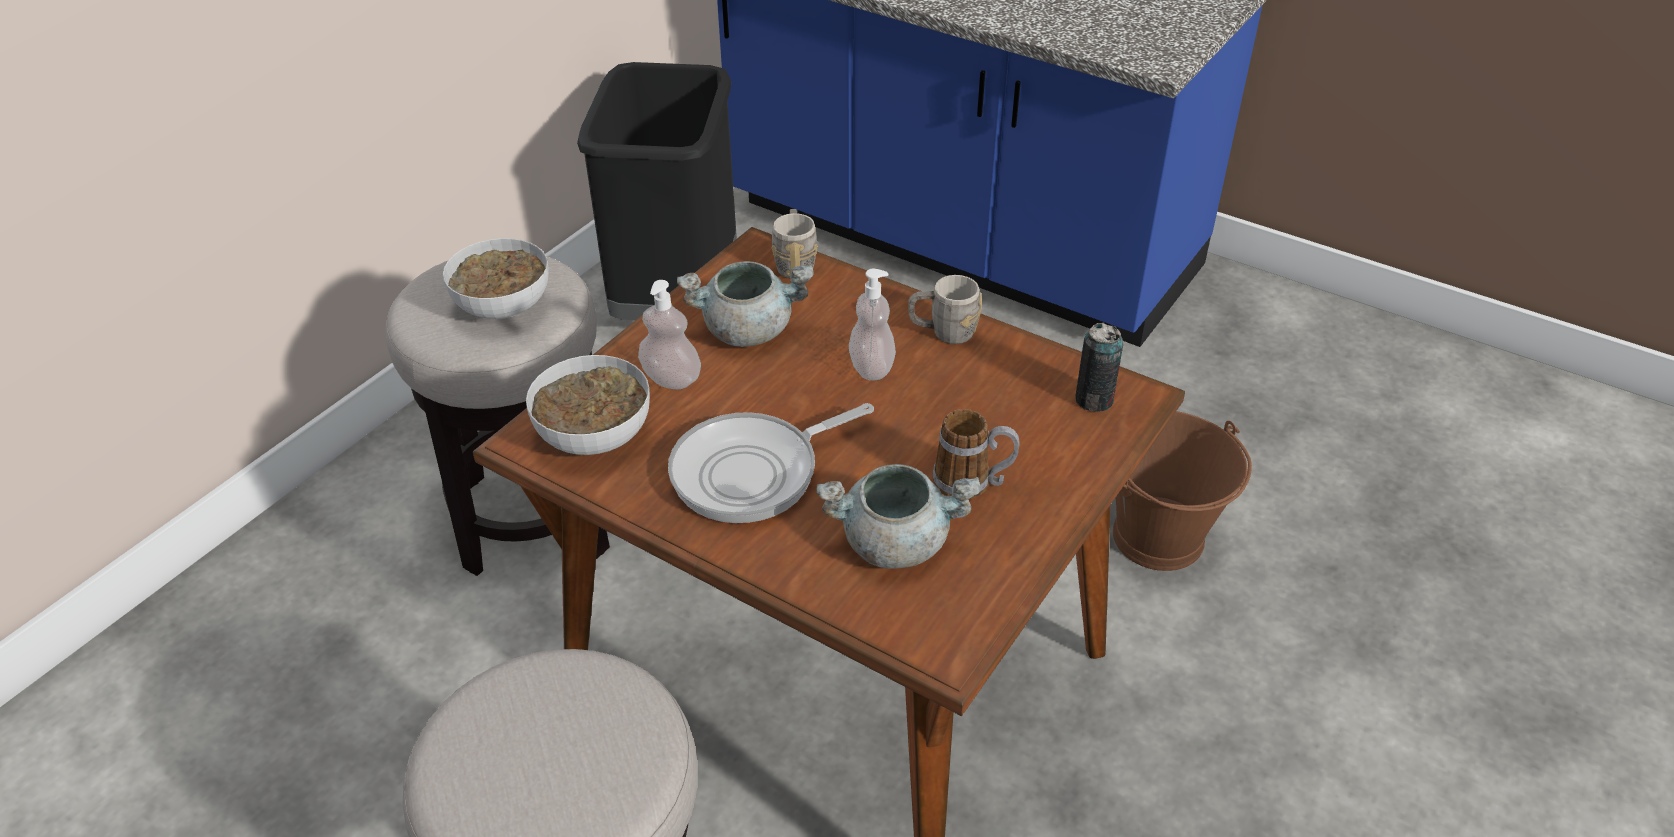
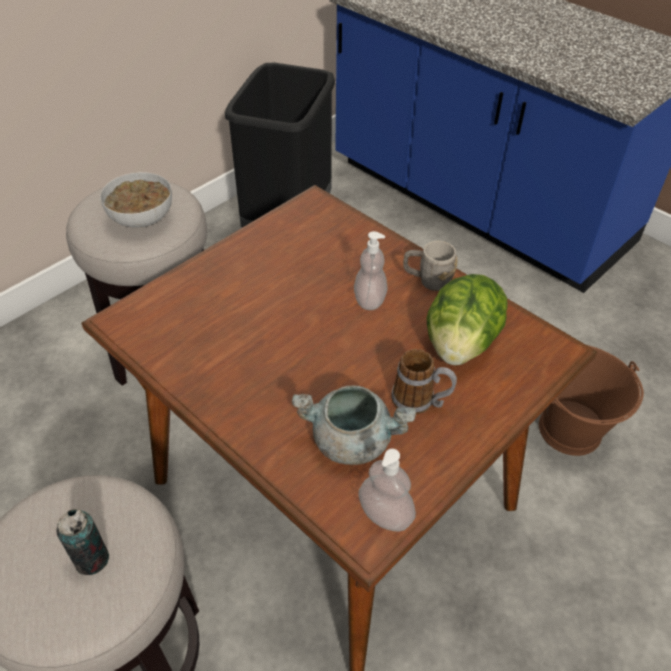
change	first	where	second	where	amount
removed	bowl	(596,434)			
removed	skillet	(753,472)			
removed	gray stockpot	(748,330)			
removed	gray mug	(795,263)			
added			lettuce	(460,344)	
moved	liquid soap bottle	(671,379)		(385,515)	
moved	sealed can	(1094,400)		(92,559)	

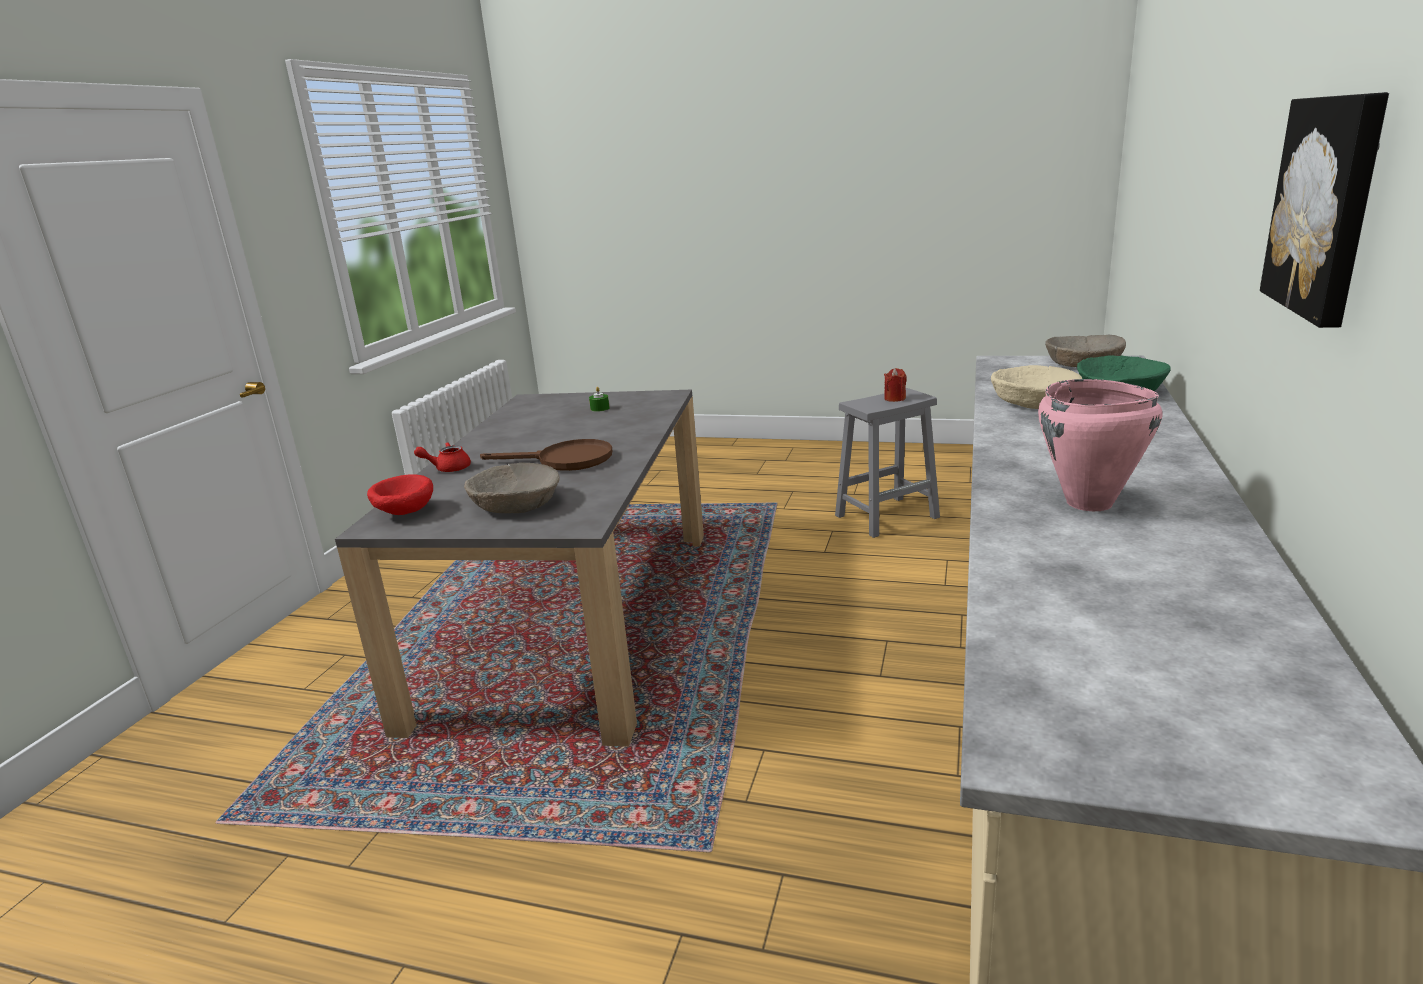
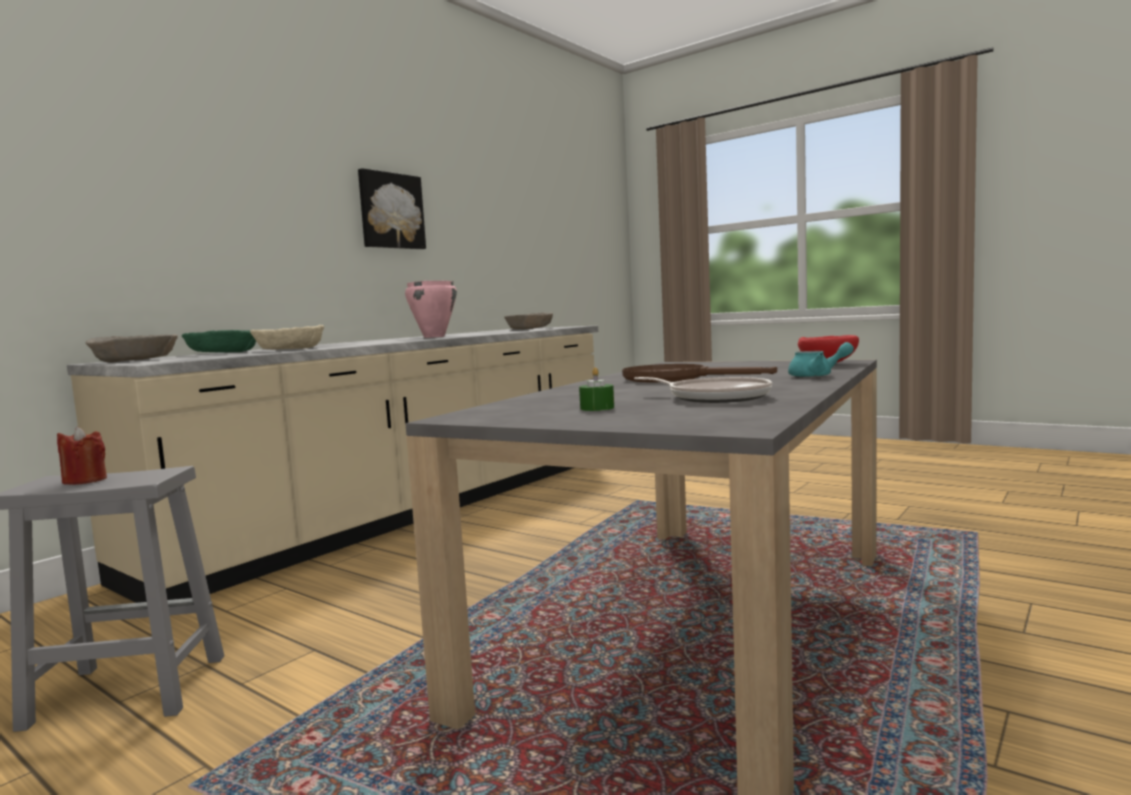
change	first	where	second	where	amount
added			skillet	(714,397)	
moved	beige-coloured bowl	(515,504)		(529,329)	
recoloured	reddish tea pot	(448,468)	turquoise tea pot	(817,376)	

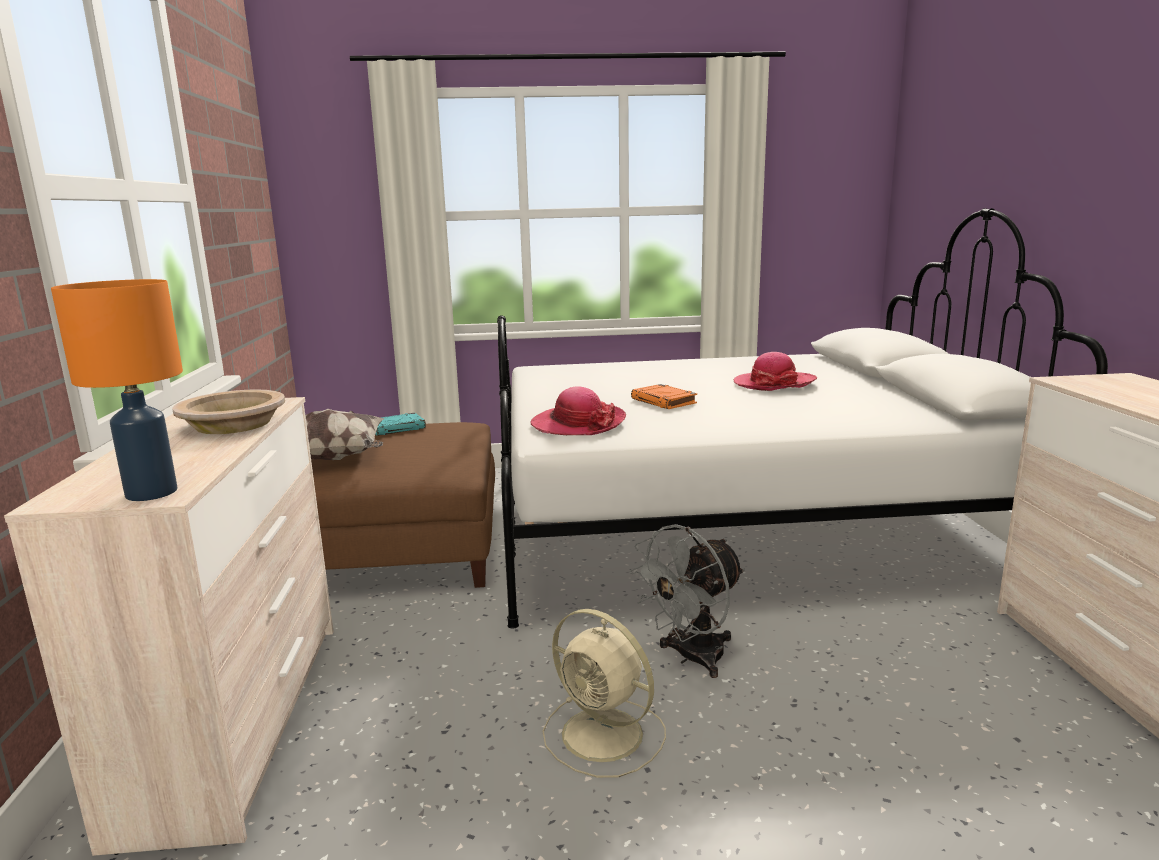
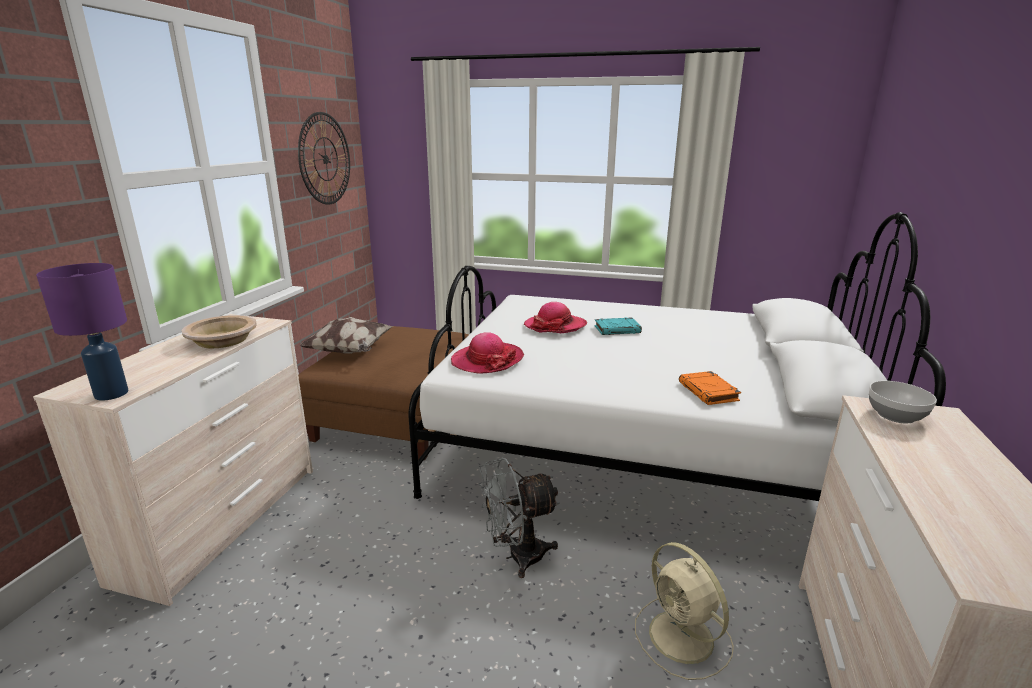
change	first	where	second	where	amount
added			wall clock	(325,159)	
added			bowl	(895,415)	
moved	turquoise book	(397,428)		(617,329)	
moved	beige-coloured fan	(605,736)		(683,638)	
moved	orange-coloured book	(664,401)		(709,392)	
moved	hat	(774,384)		(555,326)	
recoloured	orange-coloured table lamp	(150,493)	purplish table lamp	(110,394)	

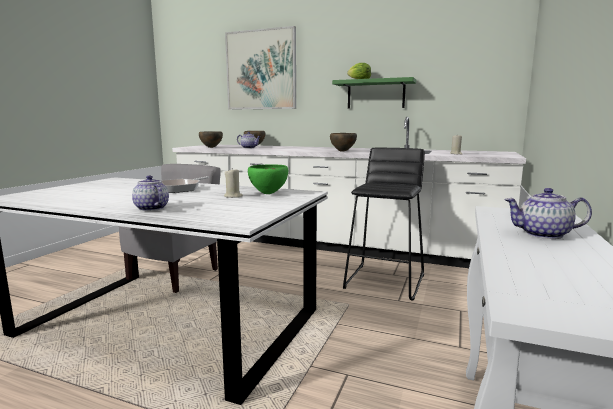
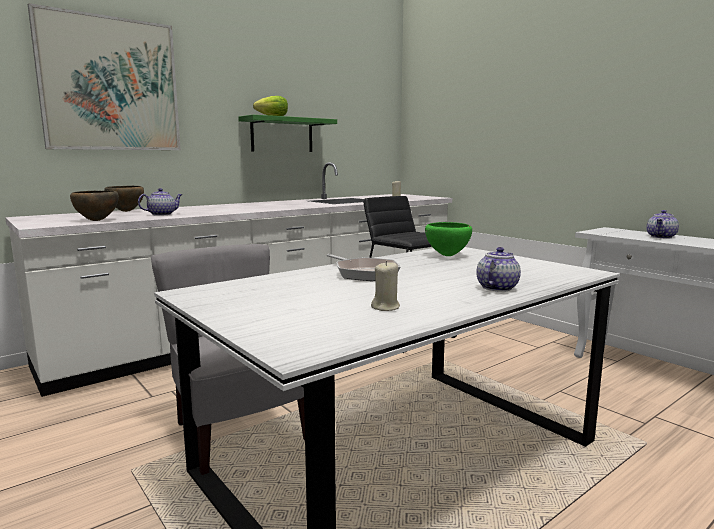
change	first	where	second	where	amount
removed	brown-coloured bowl	(342,151)			
moved	beige-coloured wax light	(233,196)		(386,307)	
turned	tea pot	(151,208)		(497,287)	135 degrees clockwise

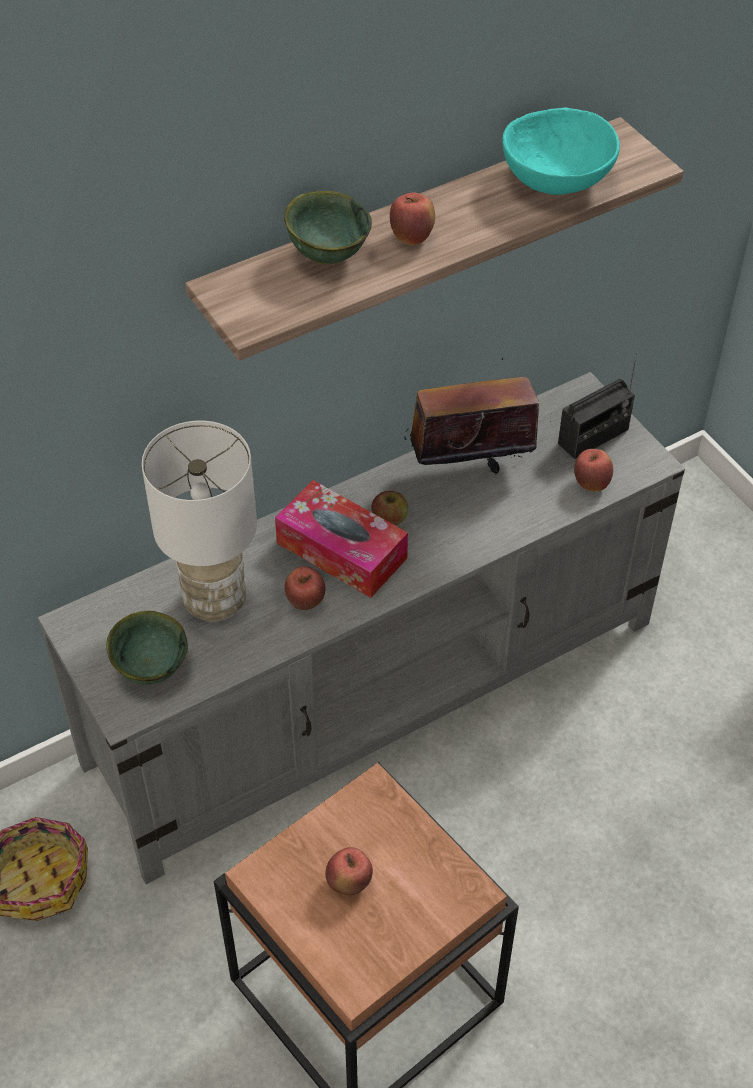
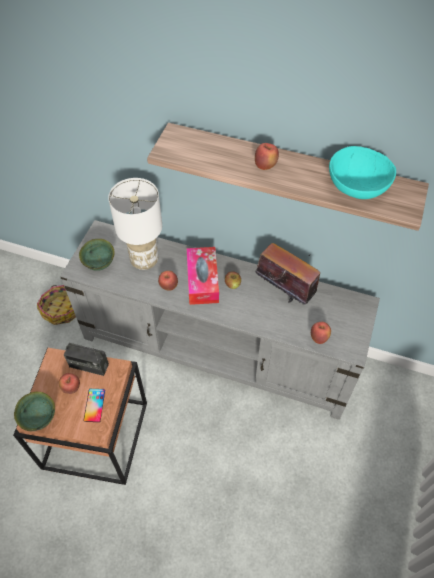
change	first	where	second	where	amount
added			phone	(94,405)	
moved	green-coloured bowl	(327,254)		(40,418)	
moved	radio receiver	(593,437)		(89,365)	

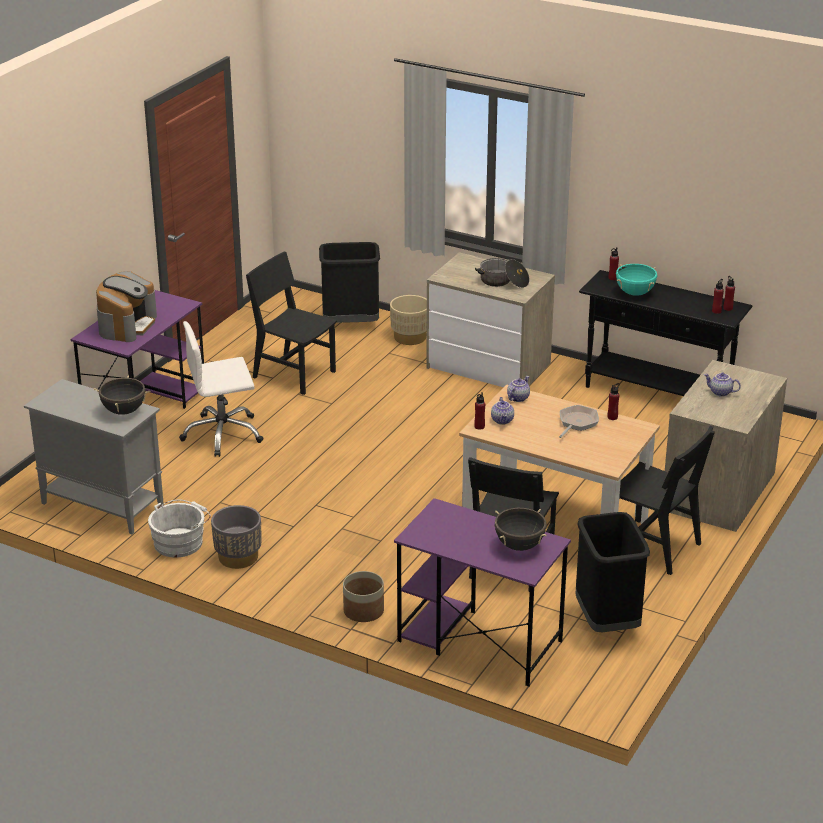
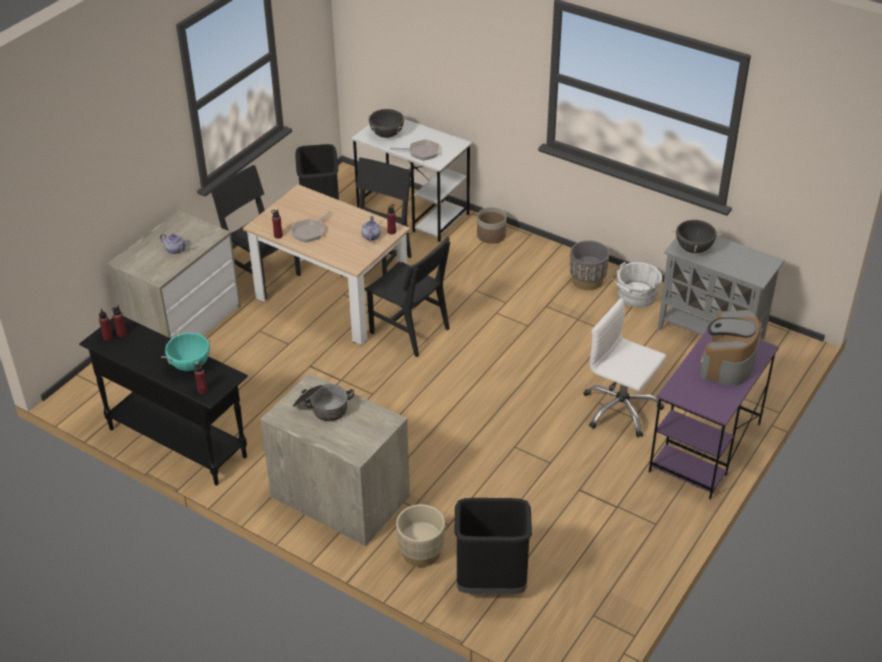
change	first	where	second	where	amount
removed	tea pot	(517,398)			
added			skillet	(421,152)	
moved	blackish plain chair	(294,374)		(409,331)	
recoloured	purplish desk	(478,641)	white desk	(414,212)	
turned	white office chair	(222,434)		(620,409)	135 degrees counterclockwise

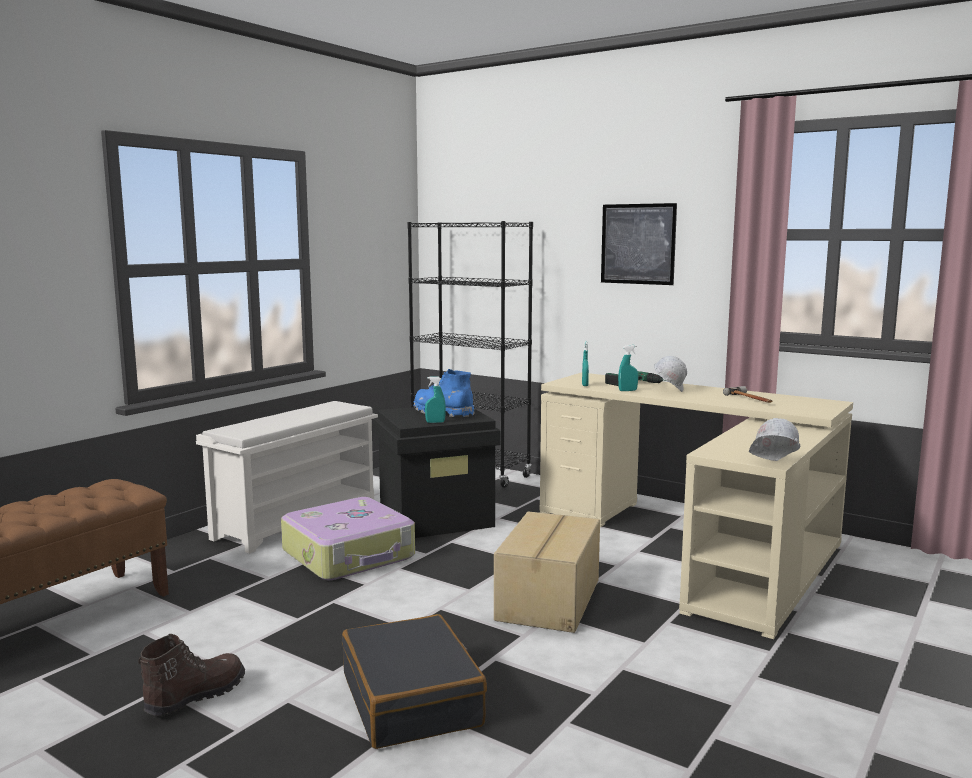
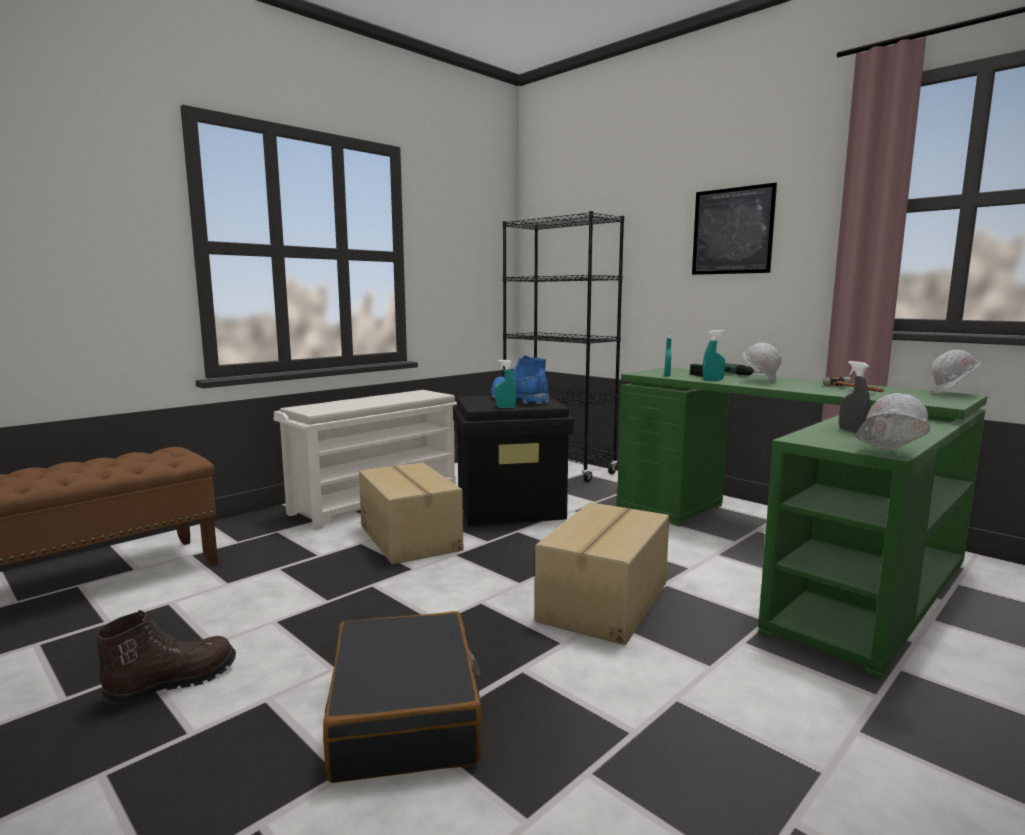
change	first	where	second	where	amount
added			gray hand sprayer	(852,431)	
added			white safety helmet	(953,394)	
replaced	piece of luggage	(350,554)	cardboard box	(411,537)	
recoloured	beige-coloured desk	(700,545)	green-coloured desk	(790,553)	

